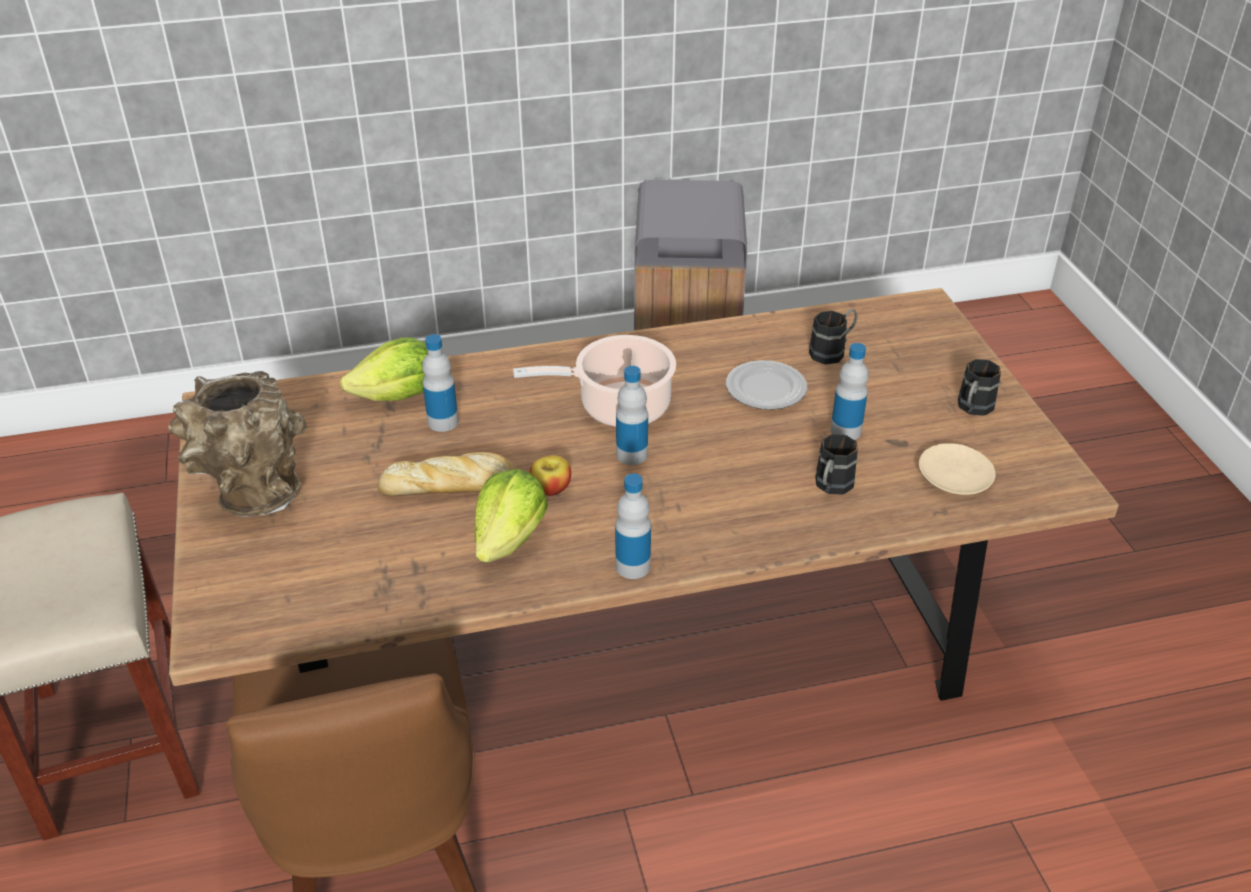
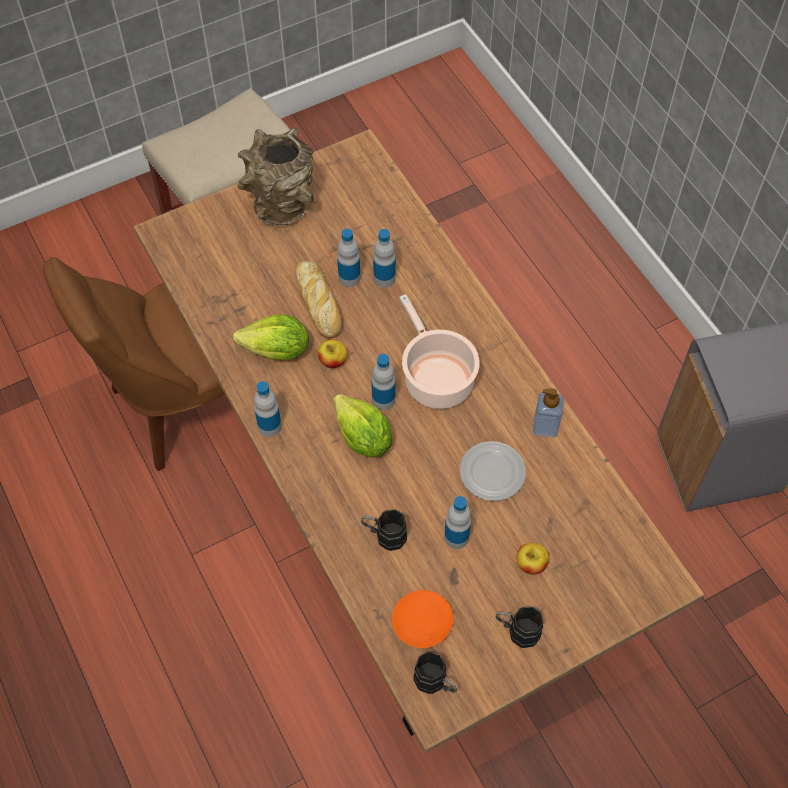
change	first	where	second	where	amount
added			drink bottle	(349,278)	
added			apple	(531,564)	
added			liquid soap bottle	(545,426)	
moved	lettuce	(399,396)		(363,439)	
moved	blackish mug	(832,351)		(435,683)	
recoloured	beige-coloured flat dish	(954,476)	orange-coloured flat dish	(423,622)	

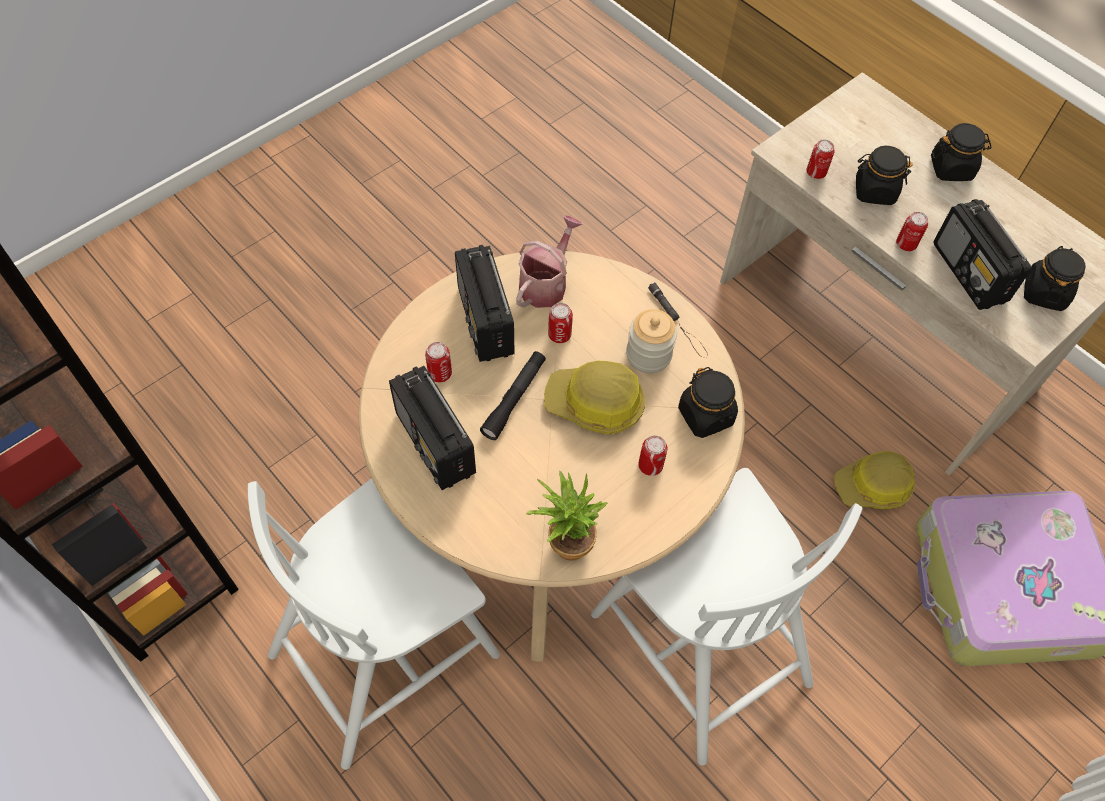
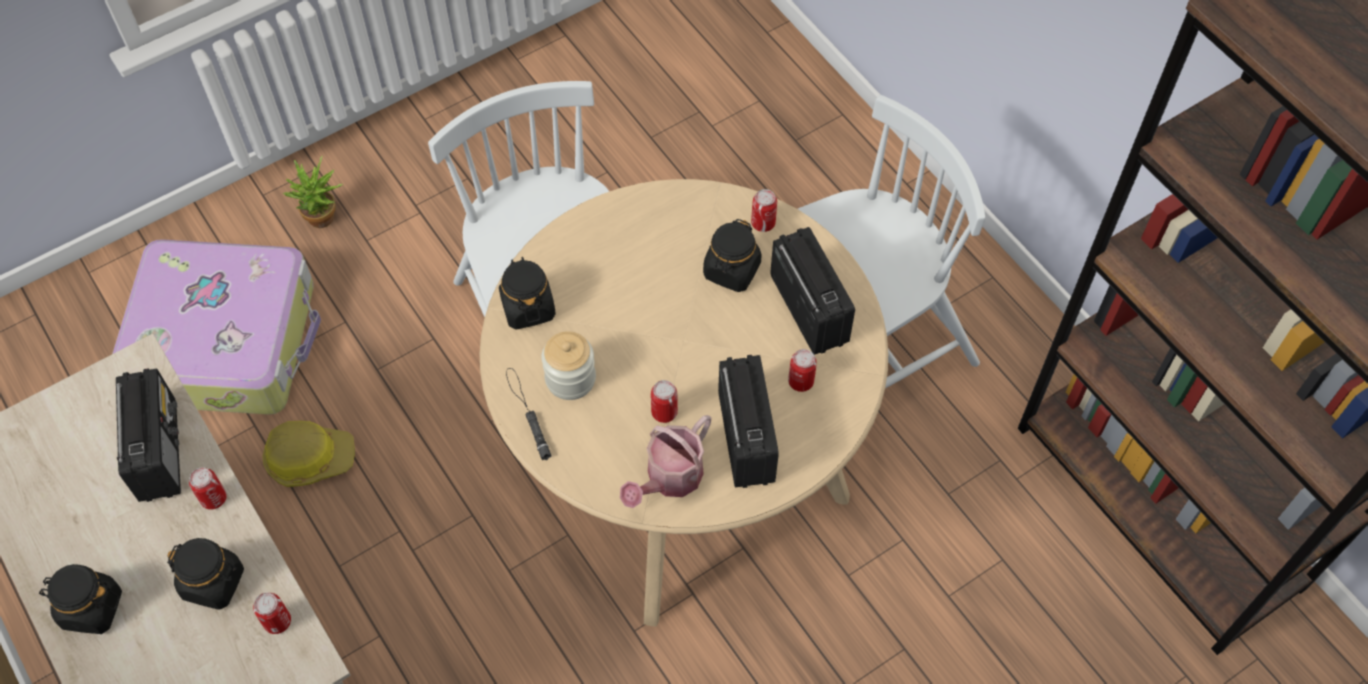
change	first	where	second	where	amount
removed	blackish flashlight	(514,399)			
removed	safety helmet	(595,404)			
moved	plant in a pot	(565,540)		(324,221)	
moved	sealed can	(650,465)		(763,223)	
moved	blackish storage jar	(1044,293)		(731,270)	

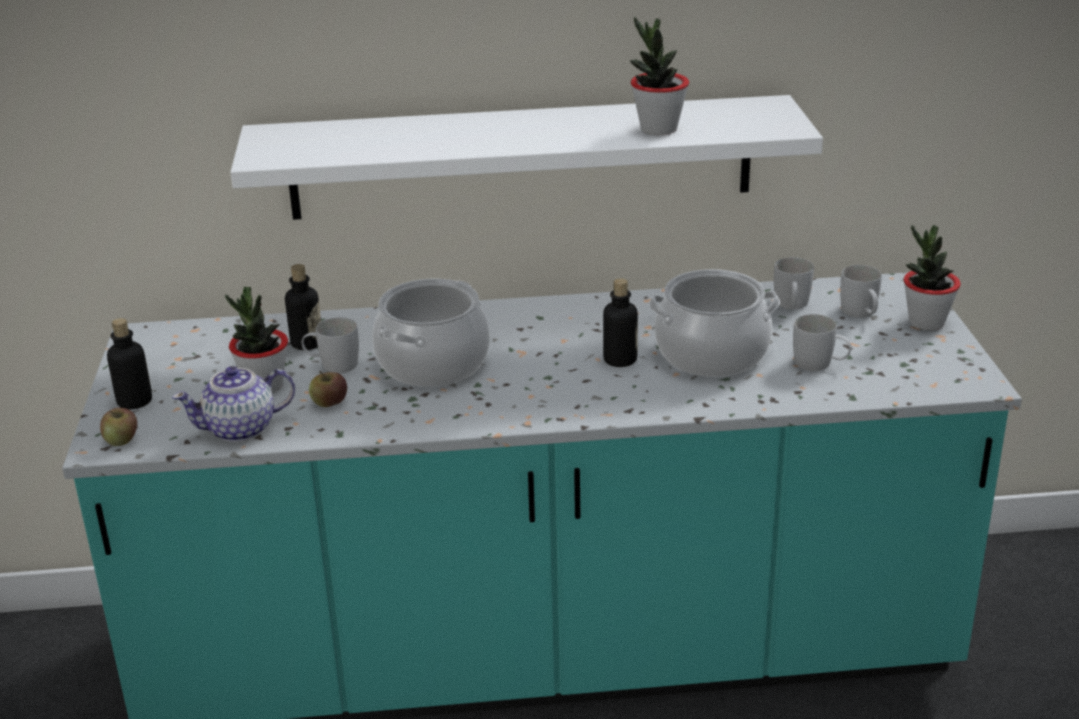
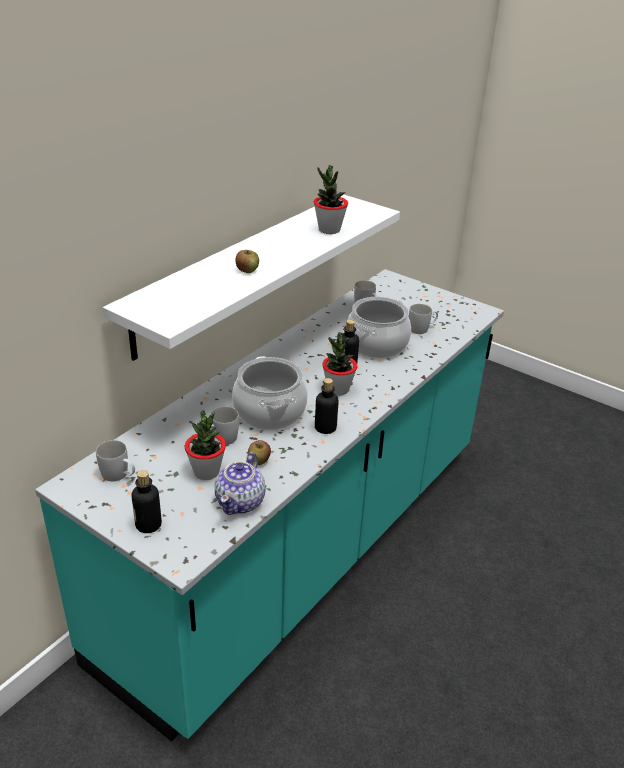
change	first	where	second	where	amount
moved	apple	(121,440)		(247,270)	
moved	drink bottle	(307,343)		(325,428)	
moved	white mug	(861,314)		(119,475)	
moved	plant in a pot	(926,323)		(338,389)	

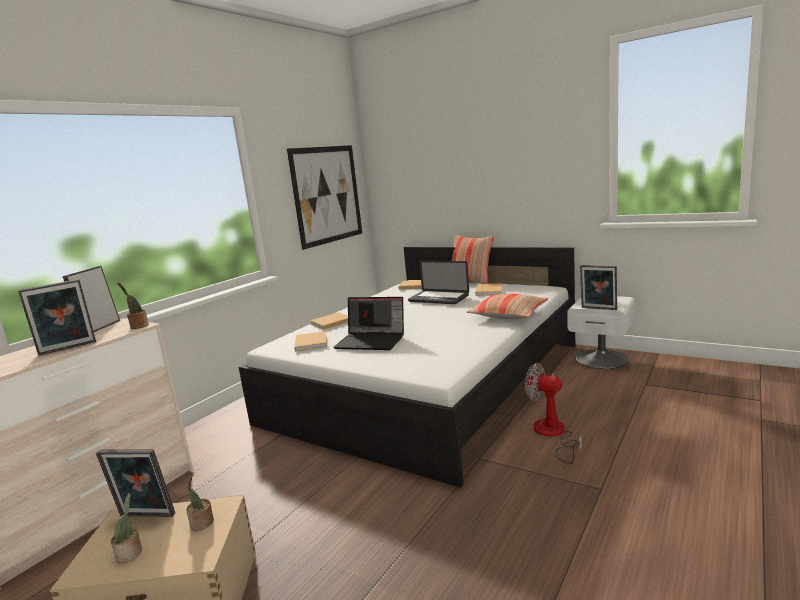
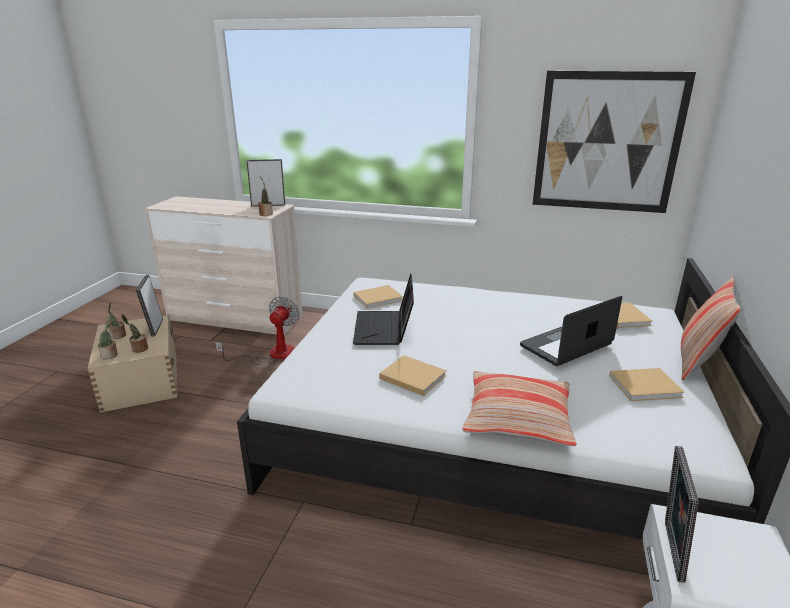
change	first	where	second	where	amount
removed	picture frame	(68,349)			
added			plant in a pot	(110,355)	
moved	beige-coloured book	(330,322)		(411,376)	
moved	fan	(553,434)		(272,354)	
turned	laptop	(438,298)		(566,345)	45 degrees clockwise

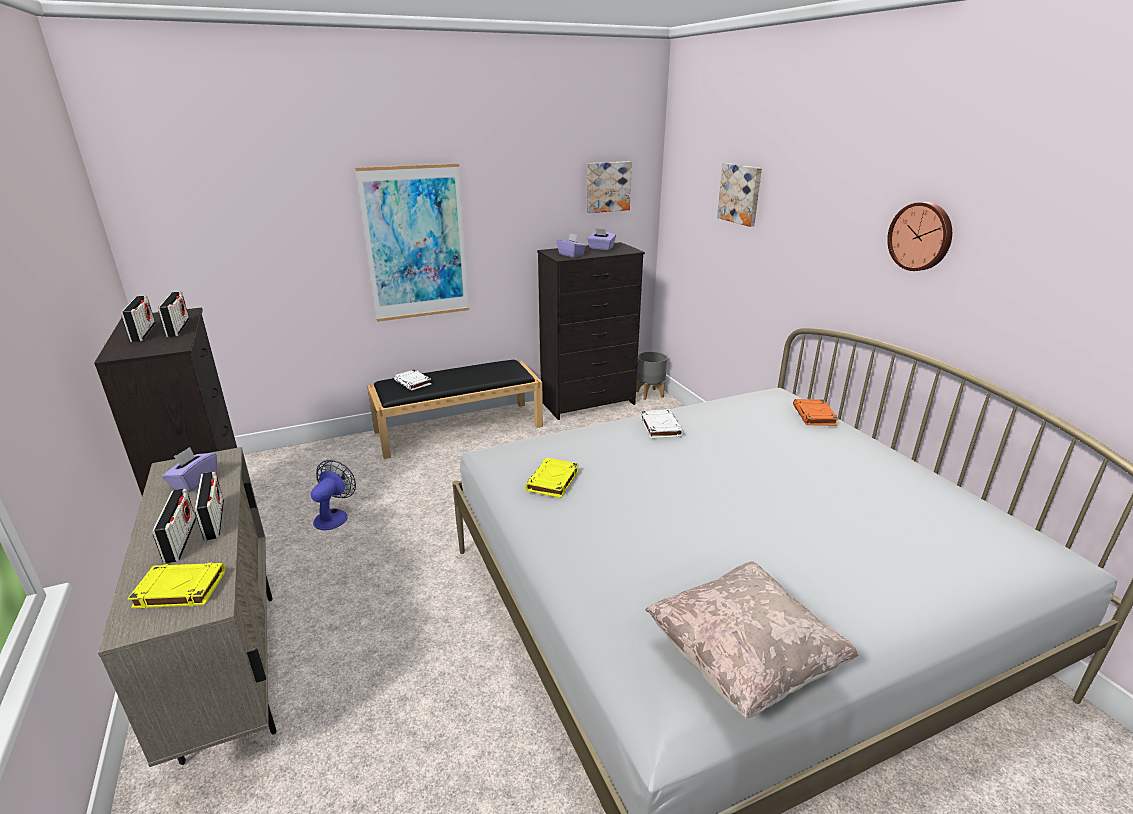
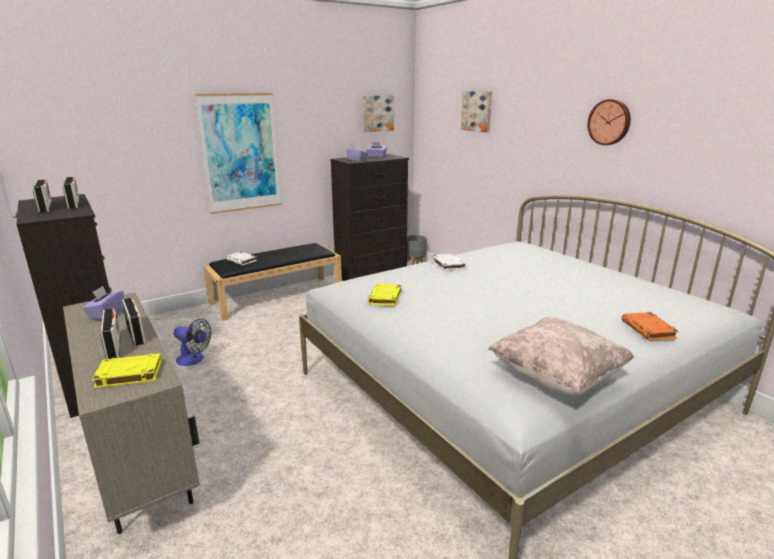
change	first	where	second	where	amount
moved	orange-coloured book	(814,416)		(648,329)	
turned	fan	(334,516)		(194,360)	105 degrees clockwise

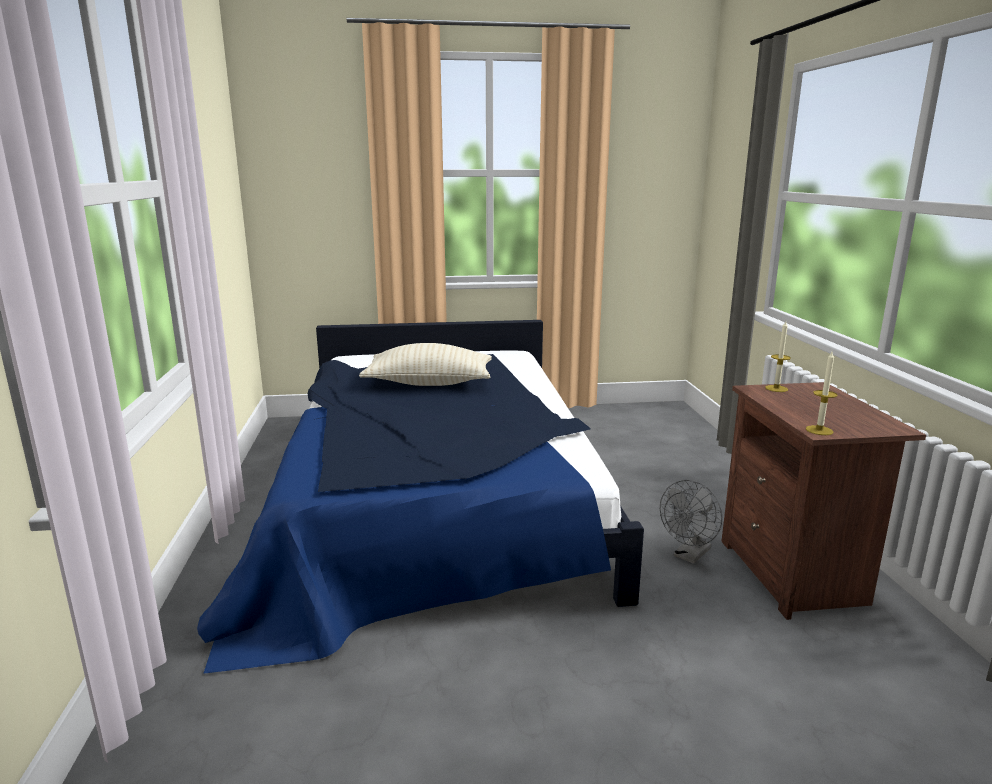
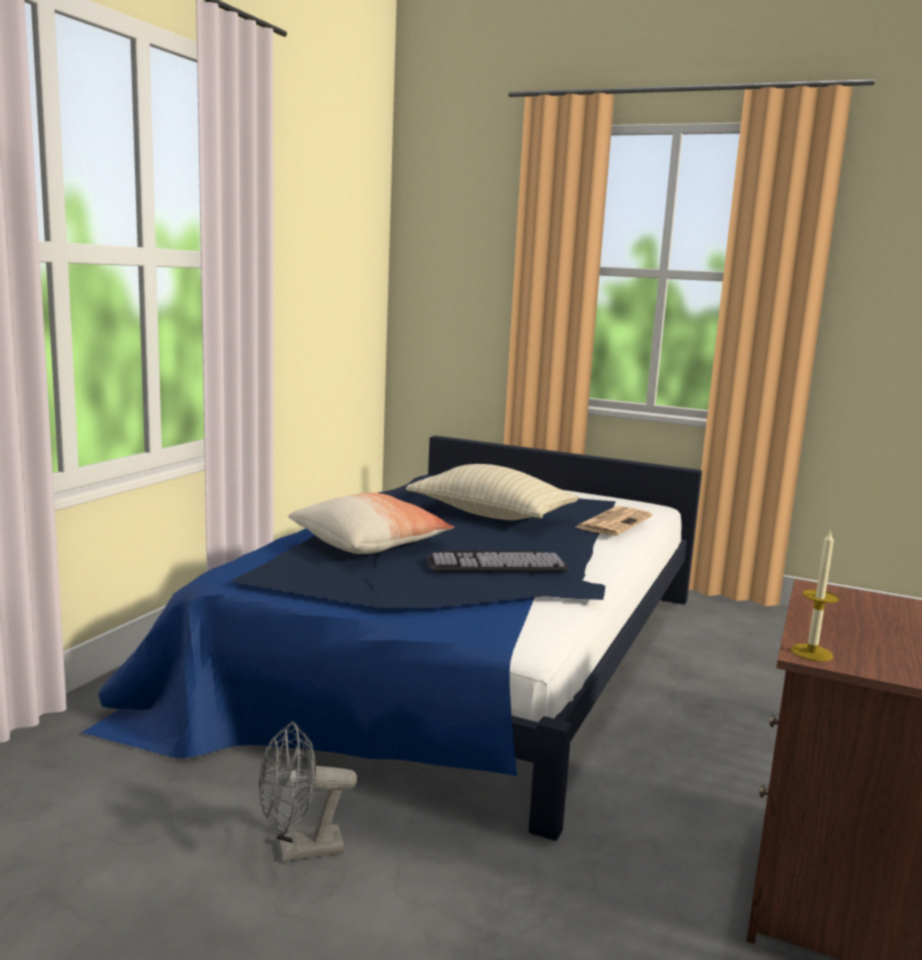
change	first	where	second	where	amount
removed	wax light	(776,388)			
added			cushion	(370,544)	
added			computer keyboard	(496,561)	
added			printed paper	(613,522)	
moved	gray fan	(689,555)		(299,850)	

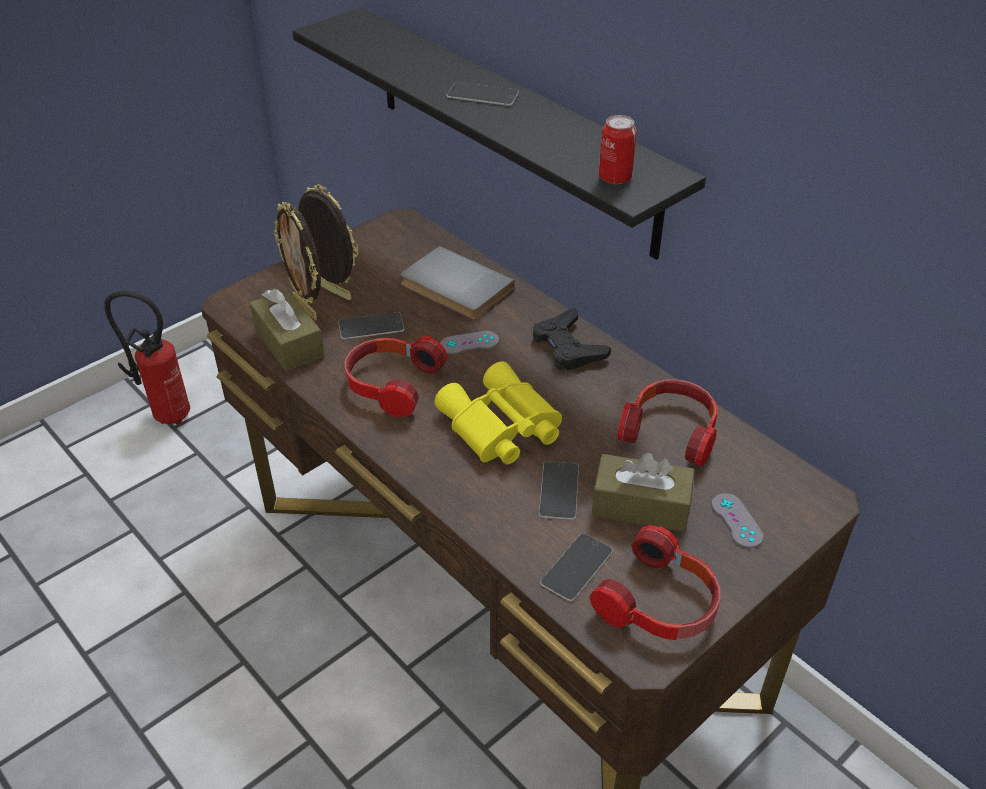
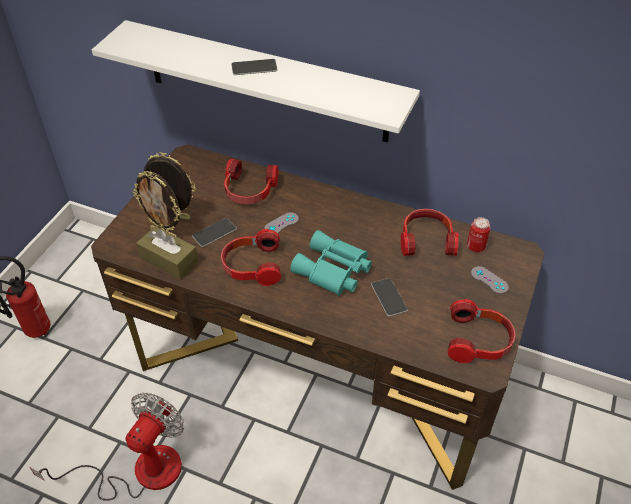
change	first	where	second	where	amount
removed	blackish gamepad	(568,347)			
removed	phone	(577,567)			
removed	brown-coloured box of tissues	(640,506)			
added			fan	(140,471)	
moved	sealed can	(615,177)		(475,246)	
replaced	gray book	(454,288)	headphones	(249,191)	
recoloured	blackish shelf	(511,129)	white shelf	(265,82)	
recoloured	yellow binoculars	(499,428)	turquoise binoculars	(333,271)	

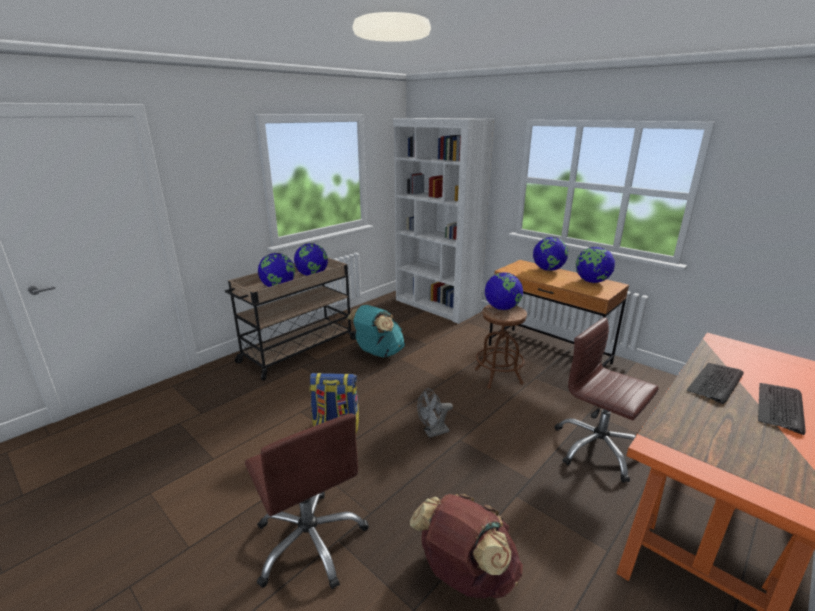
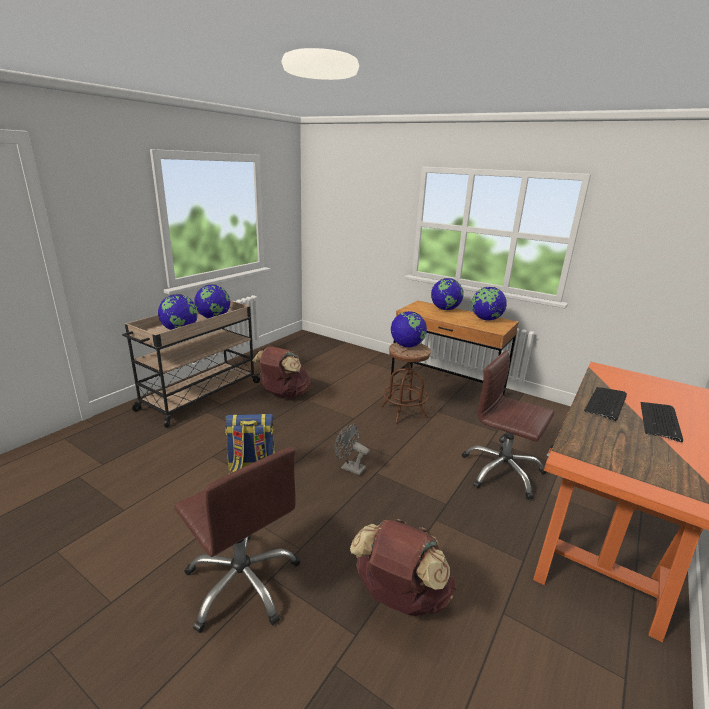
change	first	where	second	where	amount
removed	white shelving unit	(436,306)			
recoloured	turquoise backpack	(378,353)	brown-coloured backpack	(283,395)	
turned	gray fan	(433,432)		(349,467)	60 degrees clockwise

